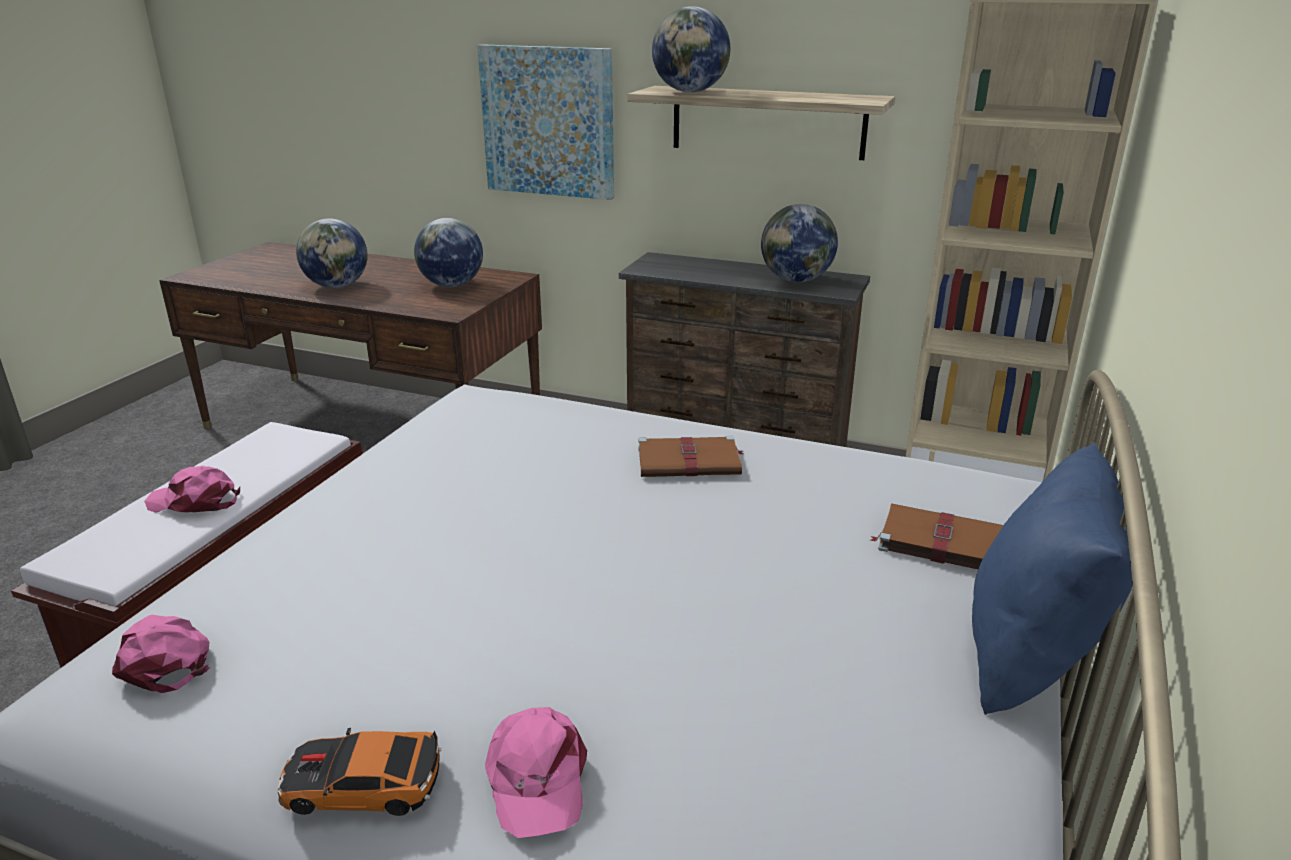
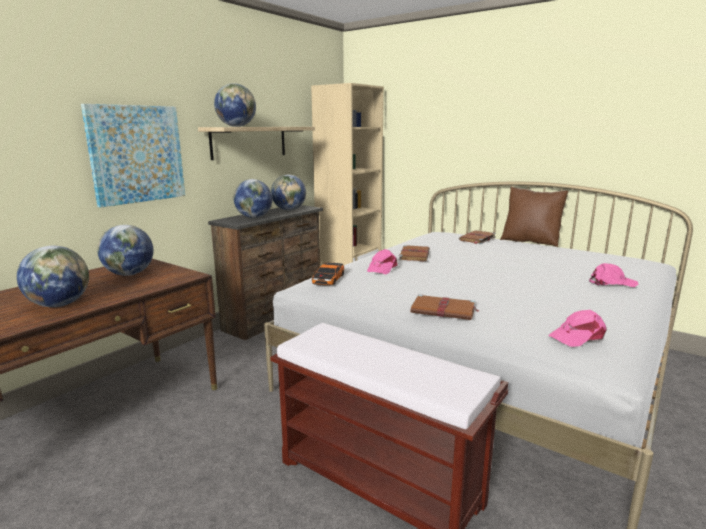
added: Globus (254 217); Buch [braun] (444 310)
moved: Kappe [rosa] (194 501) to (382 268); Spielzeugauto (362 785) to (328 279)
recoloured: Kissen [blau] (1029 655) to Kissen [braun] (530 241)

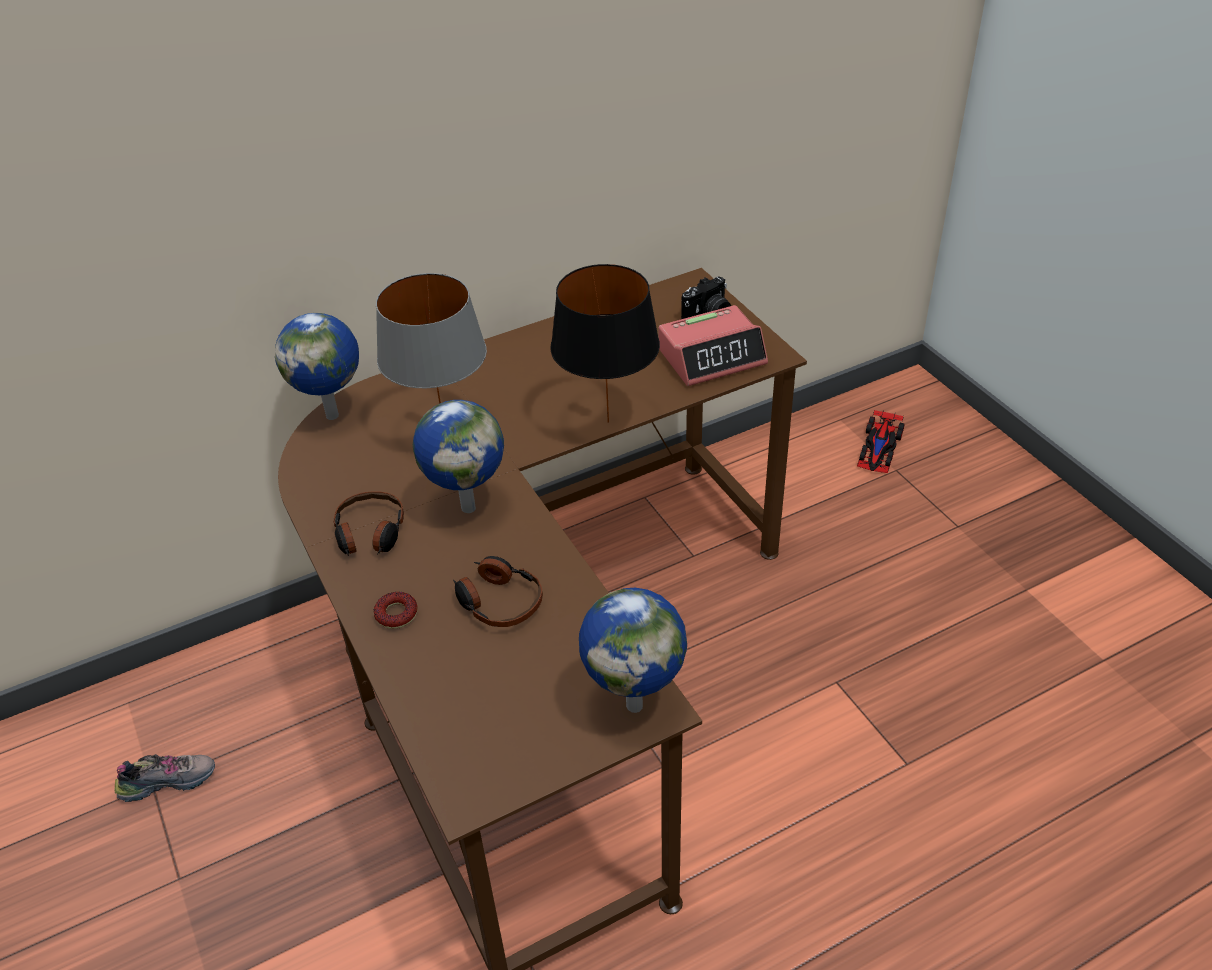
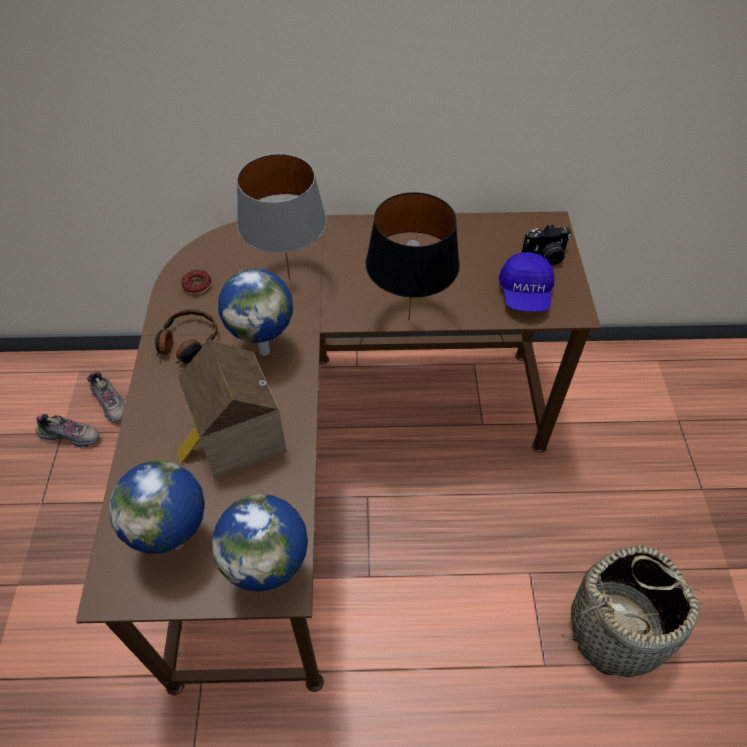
removed: Spielzeugauto (879 447)
added: Schuh (111 402); Korb (617 629)
moved: Globus (334 415) to (179 543); Donut (396 614) to (197 285)
replaced: Kopfhörer (498 601) to Spielzeughaus (235 438); Wecker (712 357) to Kappe [blau] (525 294)

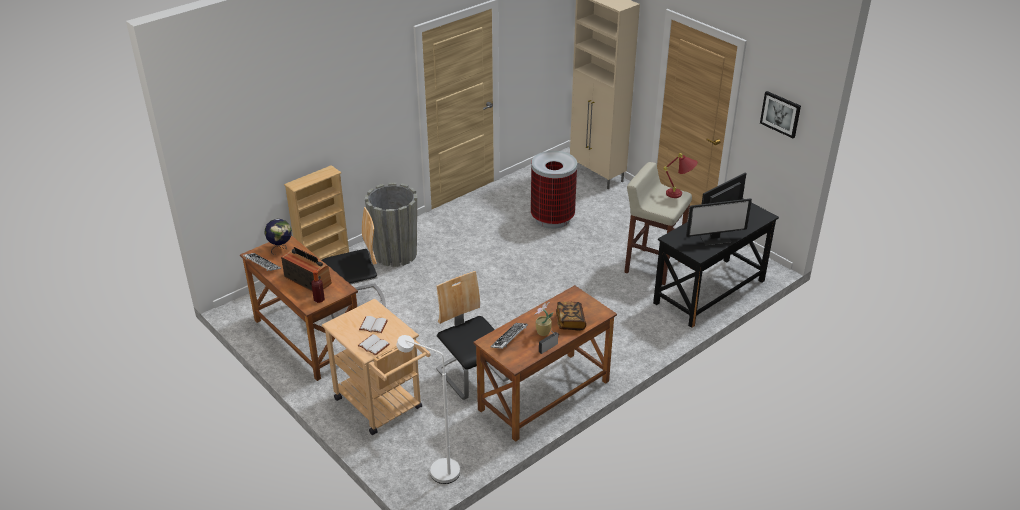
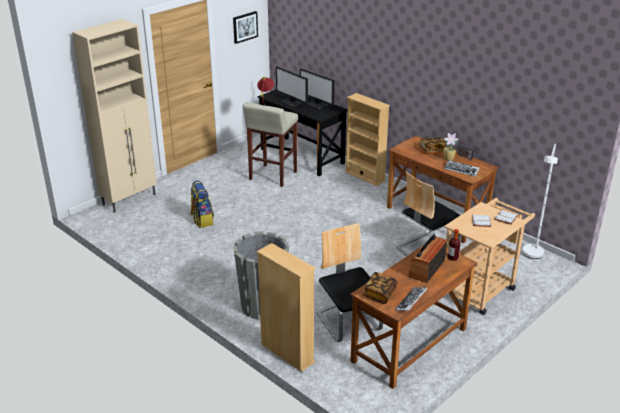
added: Bücherregal [beige] (365 176)
replaced: Globus (280 248) to Buch (379 294); Mülleimer (552 218) to Rucksack (202 220)
turned: Monitor (715 239) = (317 104) 150 degrees clockwise

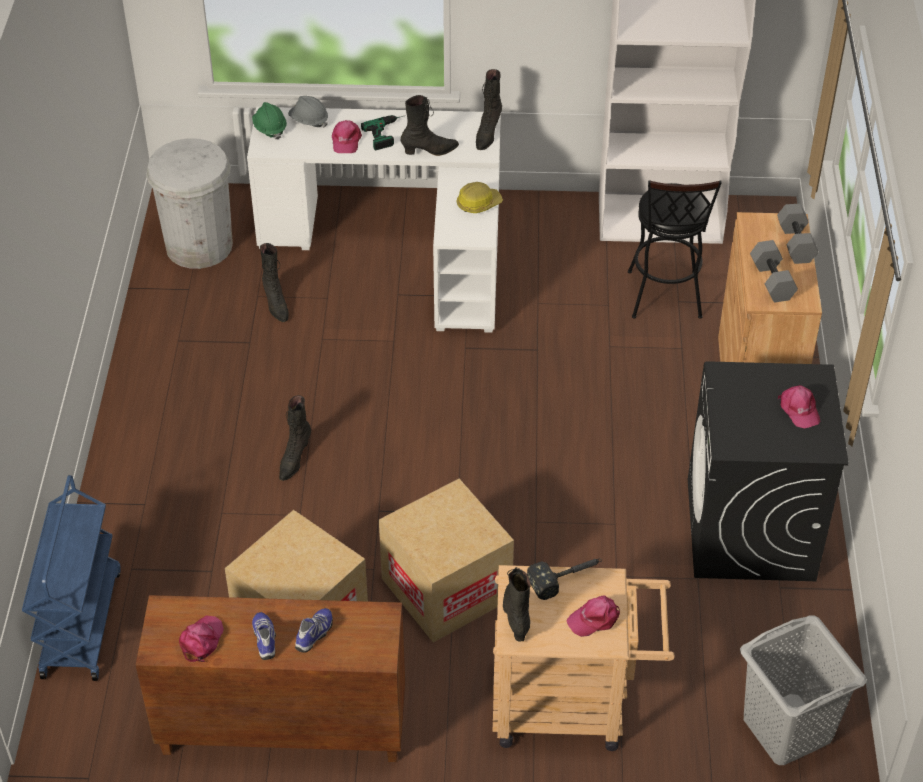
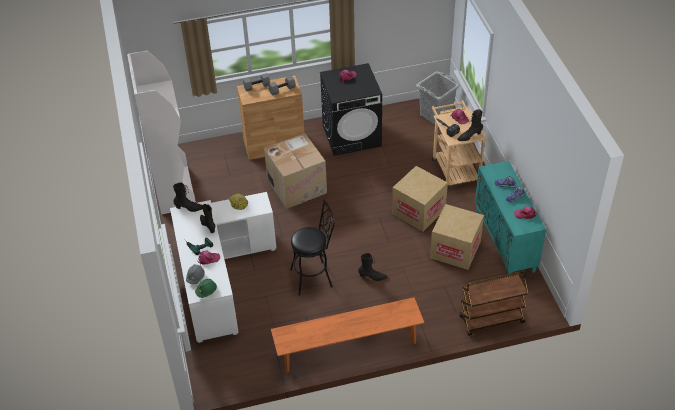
removed: Mülleimer [weiß] (199 246); Stiefel [schwarz] (276 305)
added: Karton (297 186); Bank [orange] (348 348)
moved: Hocker [schwarz] (664 300) to (315 277)
recoloured: Rollwagen [blau] (81 622) to Rollwagen [braun] (491 320); Schrank [braun] (281 729) to Schrank [türkis] (505 241)

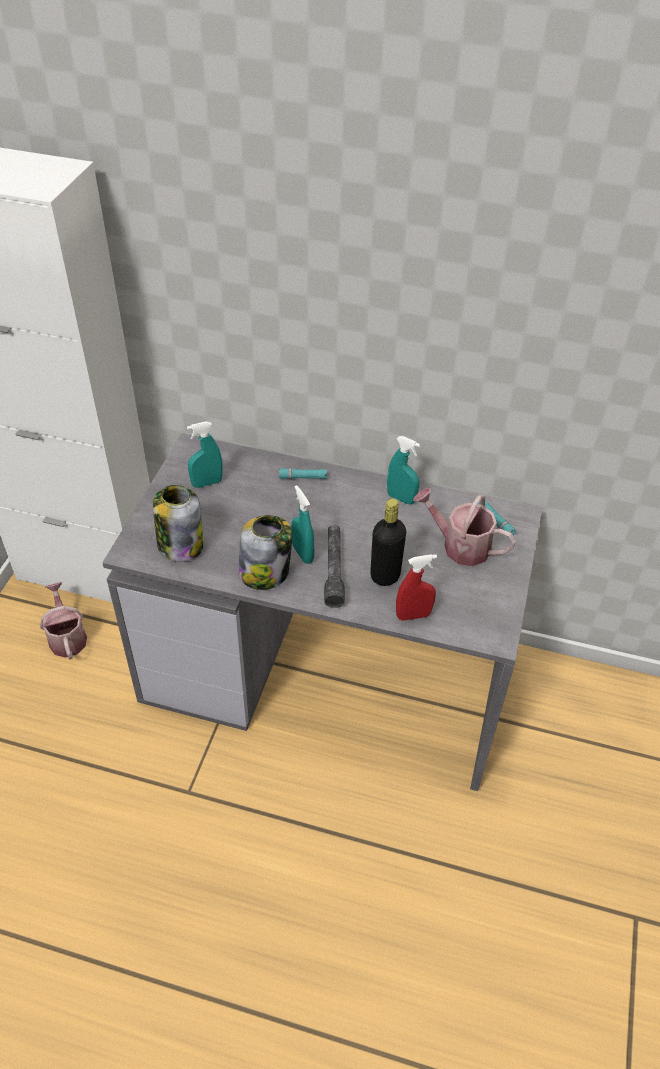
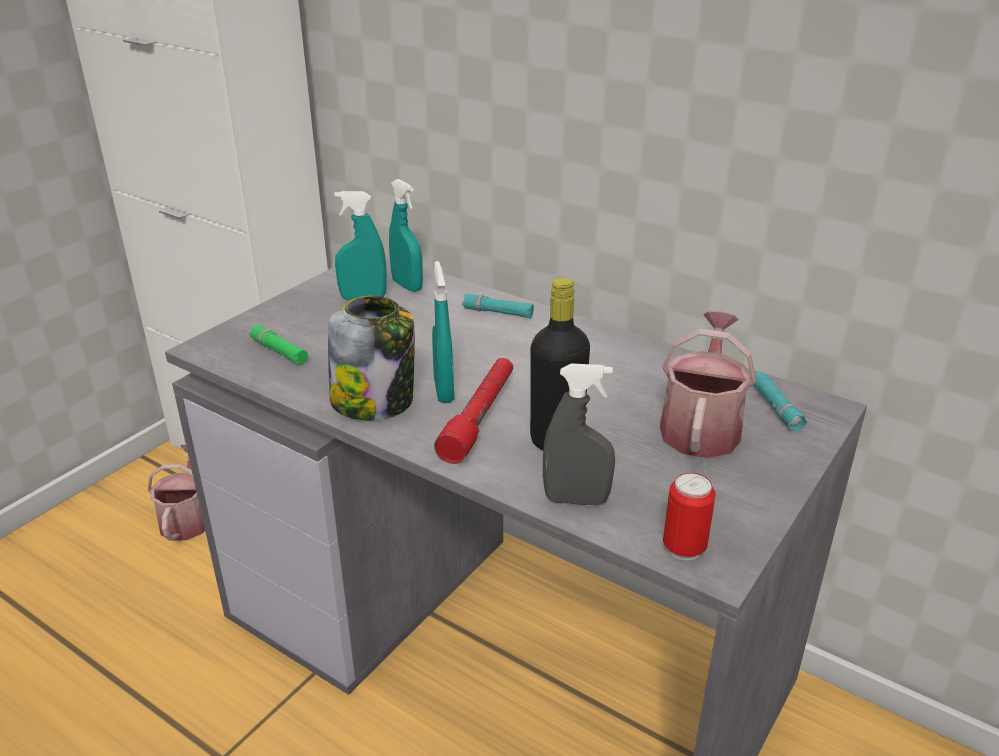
added: Dose (684 548)
moved: Sprühflasche [türkis] (401 498) to (407 286)
replaced: Vorratsglas (180 545) to Taschenlampe [grün] (279 351)
recoloured: Taschenlampe [grau] (334 569) to Taschenlampe [rot] (479 417); Sprühflasche [rot] (413 615) to Sprühflasche [grau] (576 500)
turned: Gießkanne (459 545) = (701 426) 60 degrees clockwise

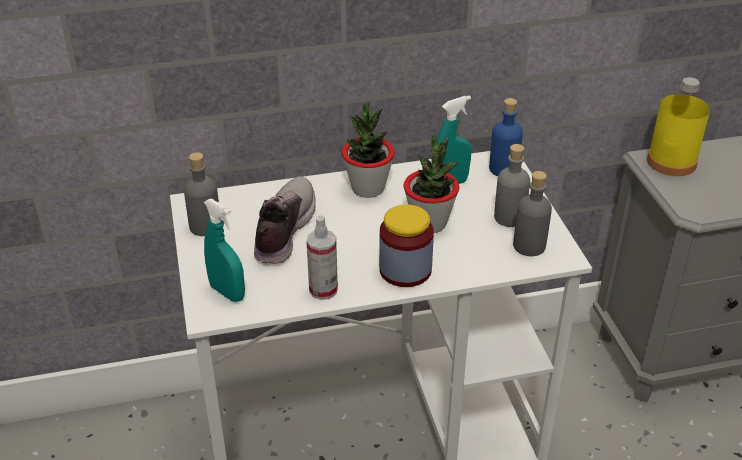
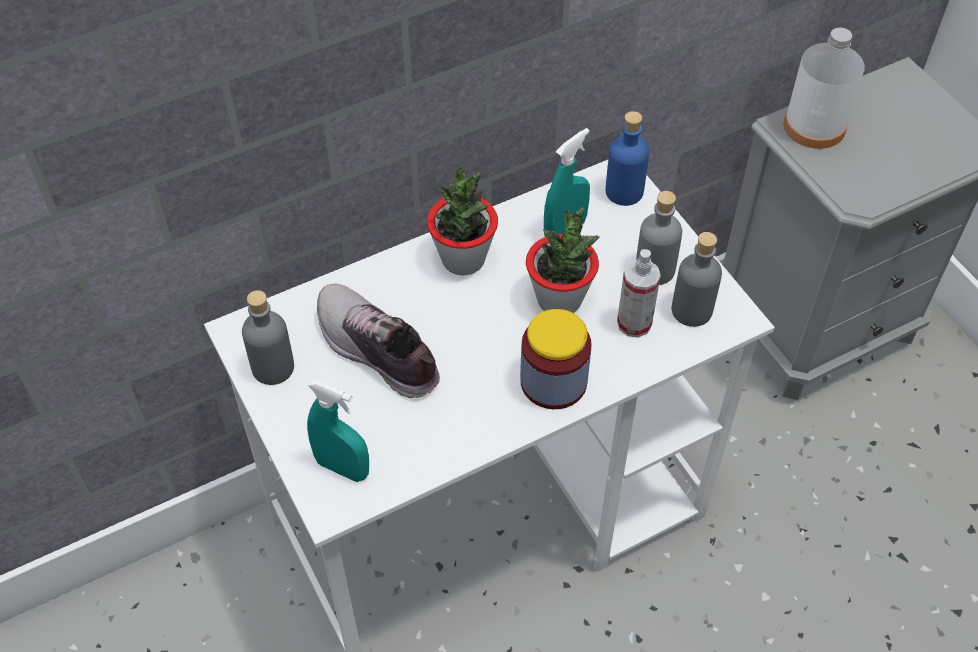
moved: Sprühflasche (323 290) to (634 323)
recoloured: Flasche [gelb] (671 162) to Flasche [weiß] (814 126)
turned: Schuh (282 230) = (377 352) 45 degrees counterclockwise

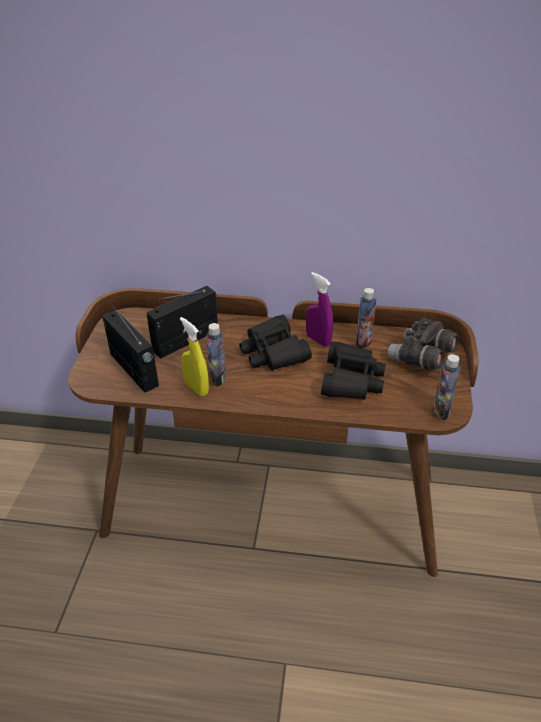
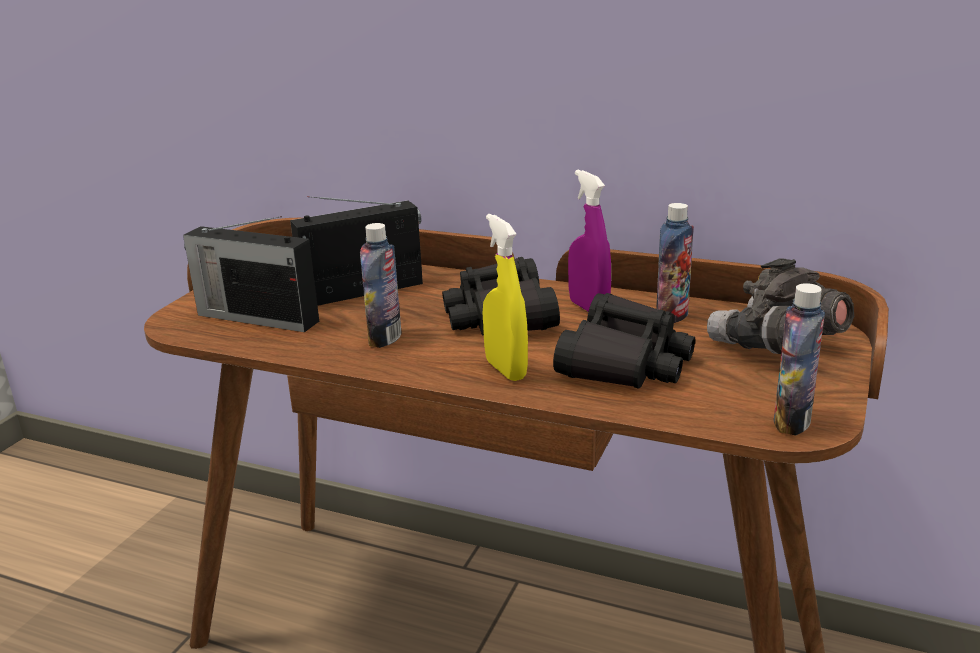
moved: Sprühflasche [gelb] (196 388) to (505 370)
turned: Radio (134 370) = (256 317) 135 degrees clockwise

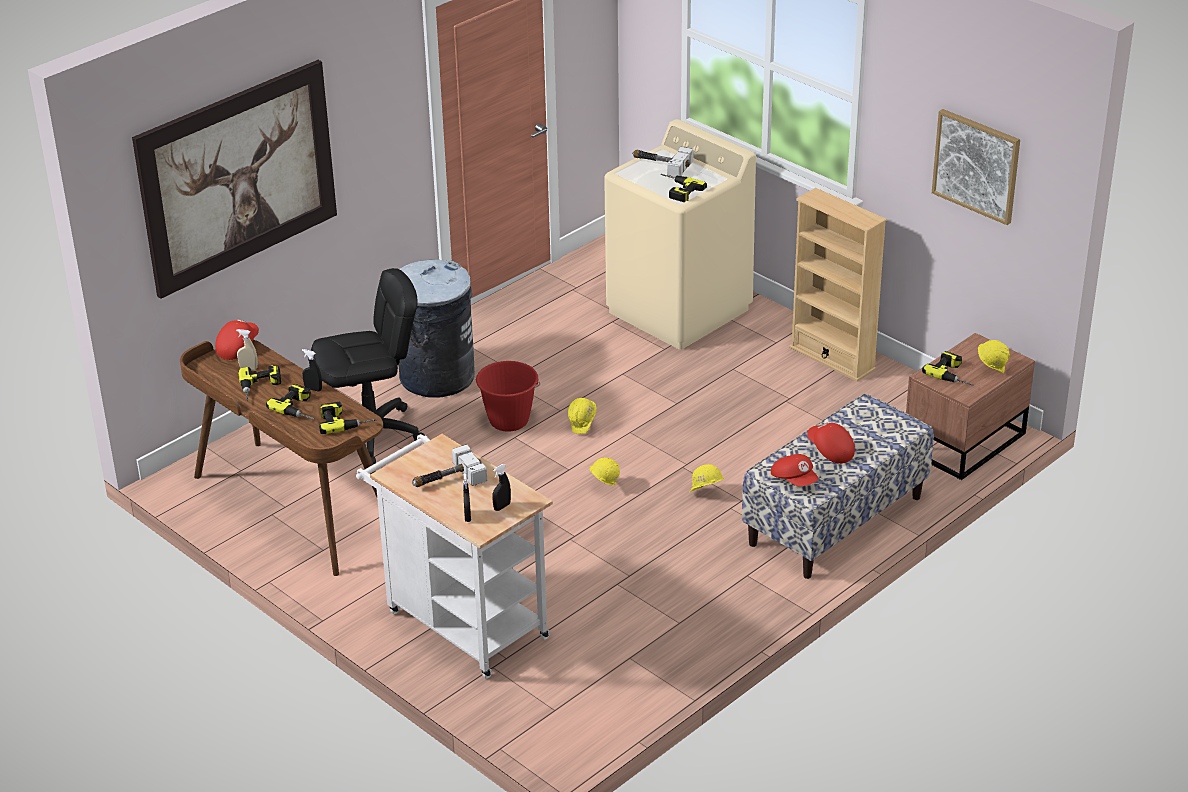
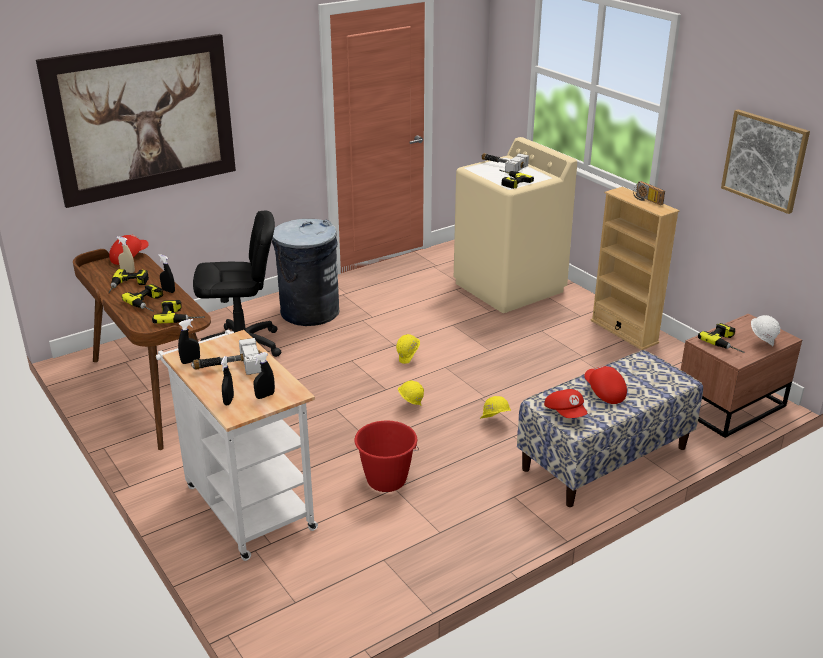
added: Sprühflasche [schwarz] (190 361); Radio (646 200)
moved: Eimer [rot] (509 421) to (386 480)
recoloured: Schutzhelm [gelb] (991 369) to Schutzhelm [weiß] (762 342)

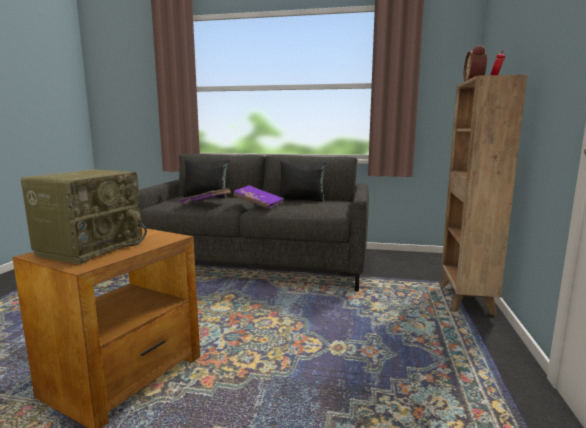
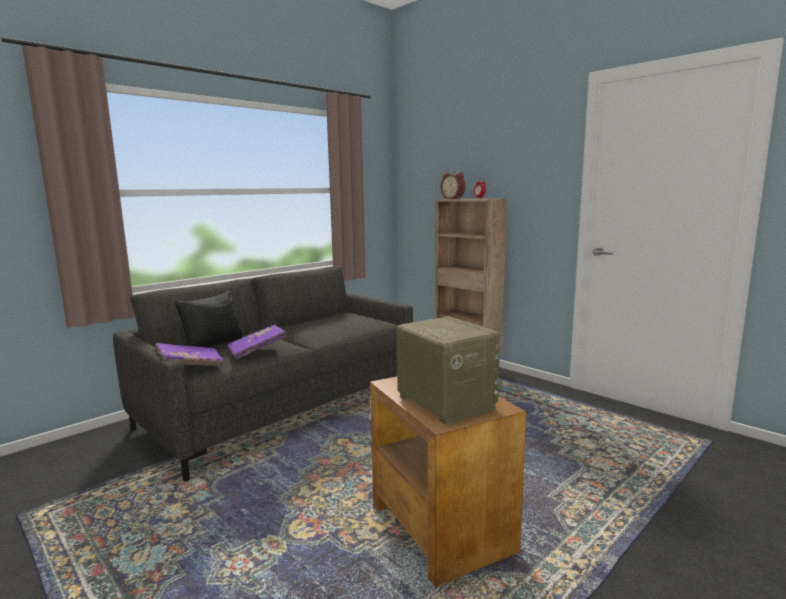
removed: Kissen [schwarz] (302 200)
moved: Buch [lila] (258 204) to (190 365)

